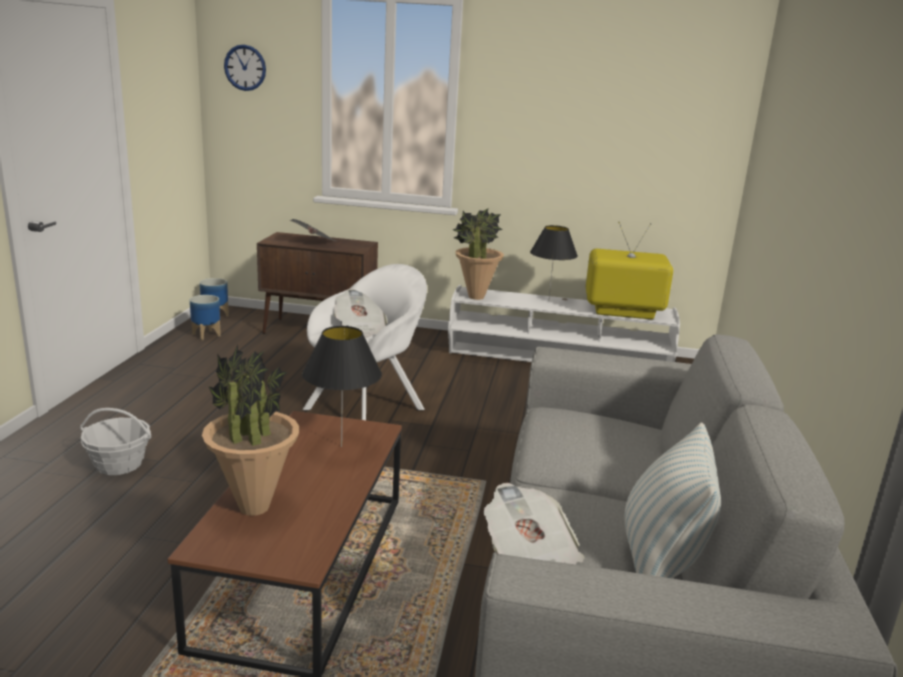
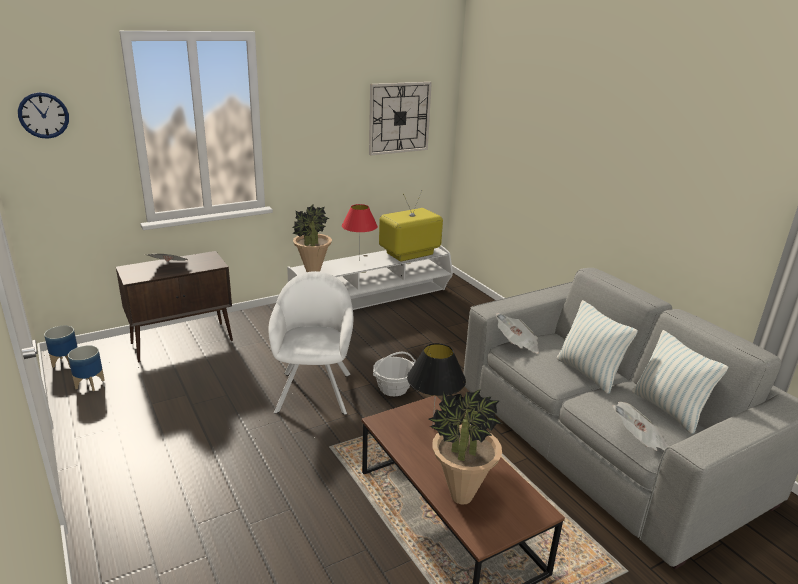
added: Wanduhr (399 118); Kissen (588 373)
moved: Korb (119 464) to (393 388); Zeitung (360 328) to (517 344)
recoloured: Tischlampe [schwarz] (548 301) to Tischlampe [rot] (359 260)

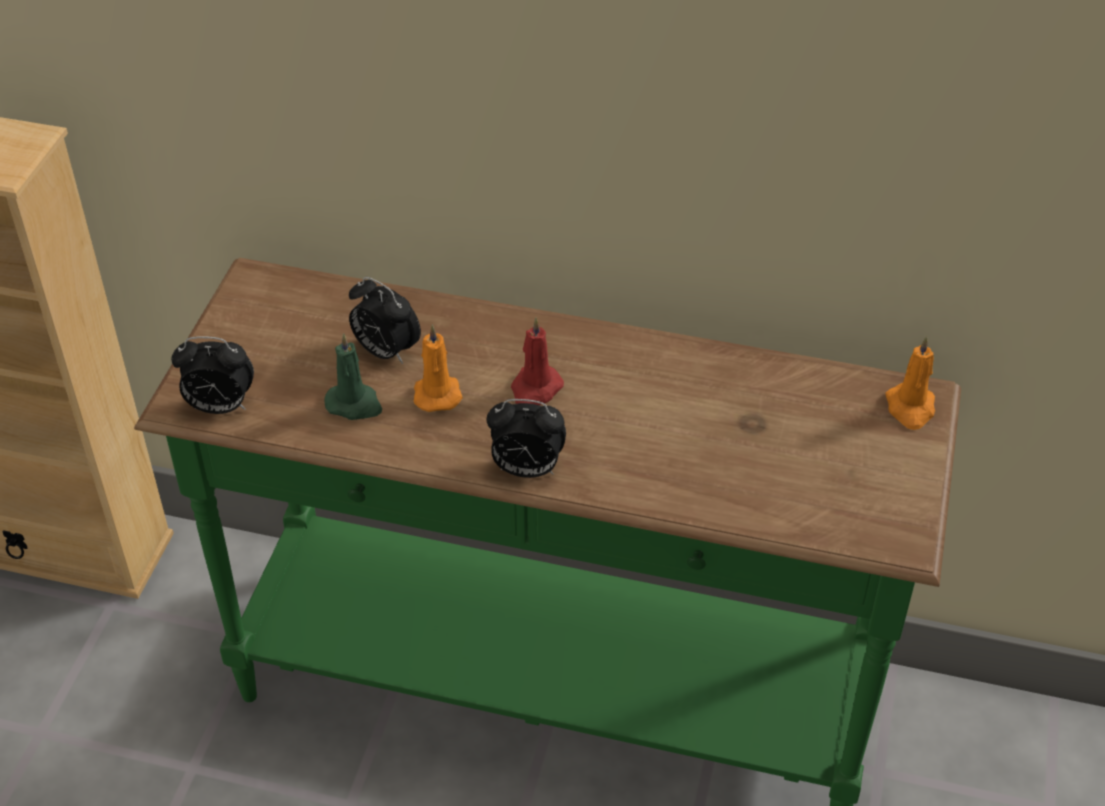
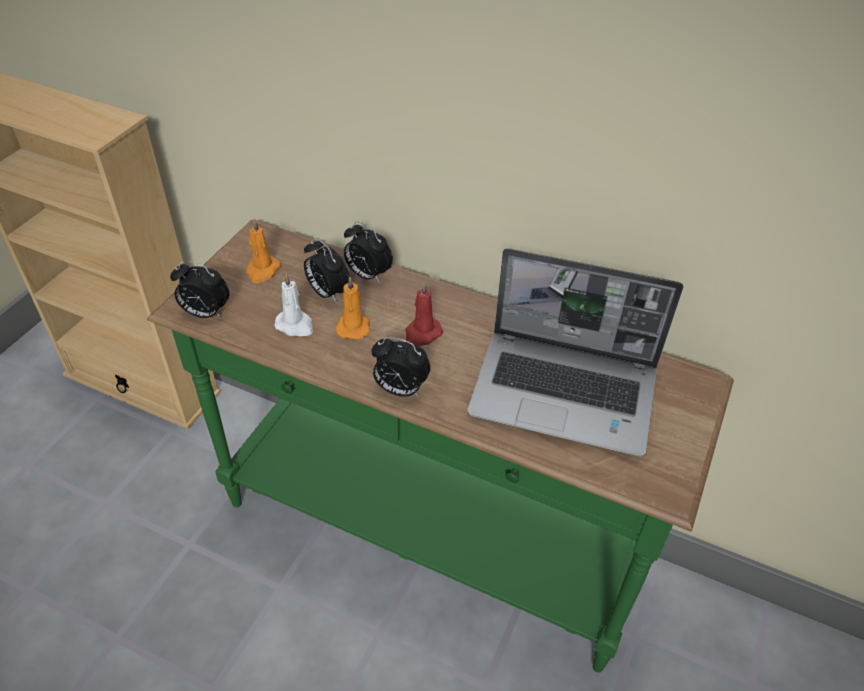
added: Wecker (367 275); Laptop (566 392)
moved: Kerze [orange] (910 408) to (262 271)
recoloured: Kerze [grün] (355 404) to Kerze [weiß] (295 325)

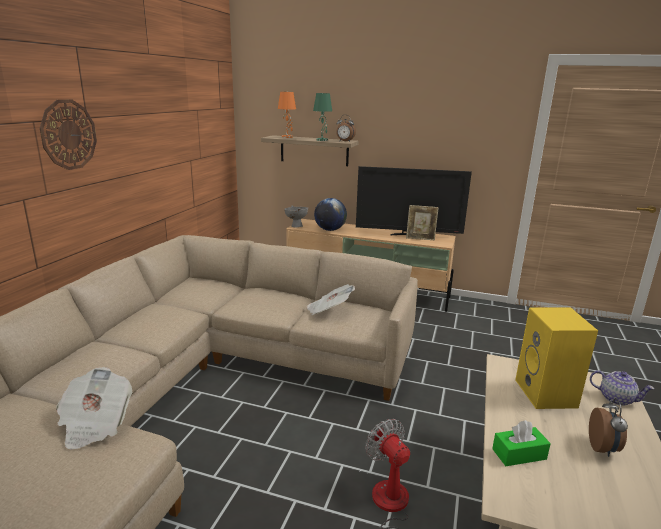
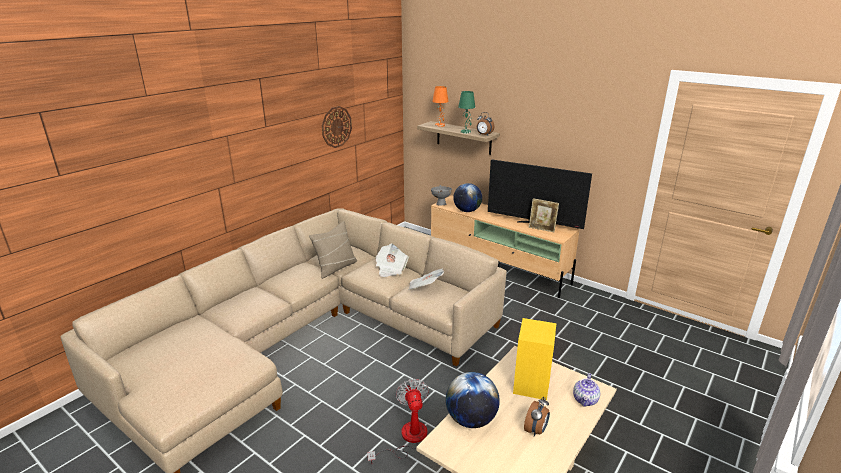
added: Kissen [beige] (336 268)
moved: Wanduhr (68 134) to (336 127); Zeitung (95 423) to (391 269)
replaced: Taschentuchbox [grün] (519 454) to Globus (471 420)
turned: Teekanne (616 399) = (585 400) 60 degrees clockwise

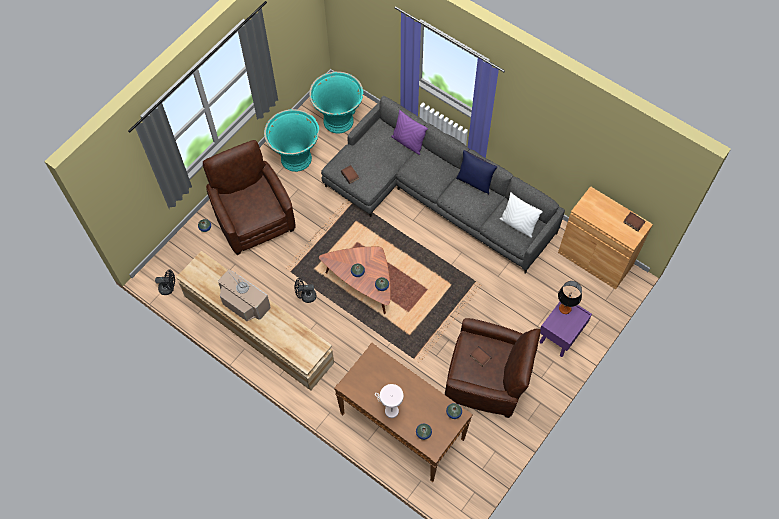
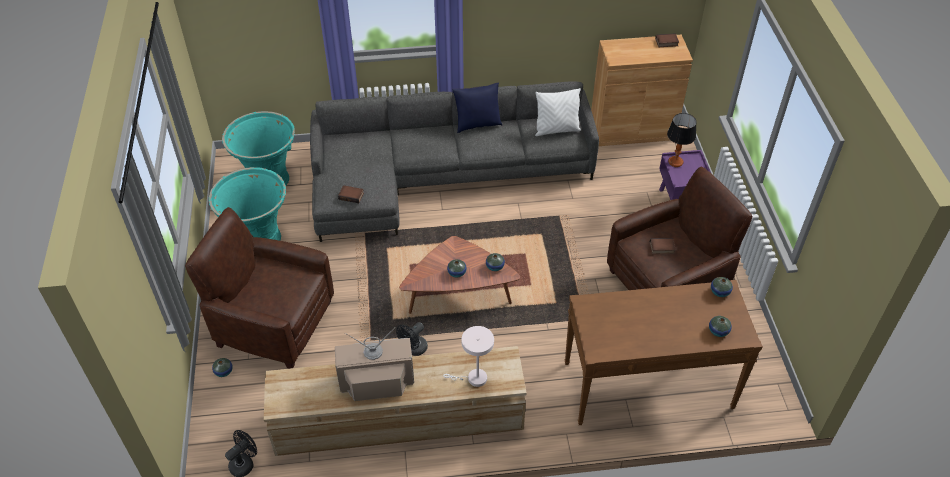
removed: Kissen [lila] (408 143)
moved: Tischlampe [weiß] (389 409) to (473 378)

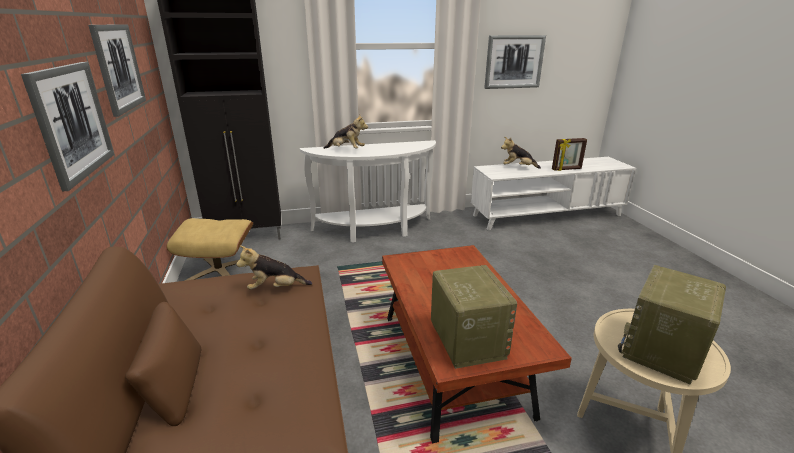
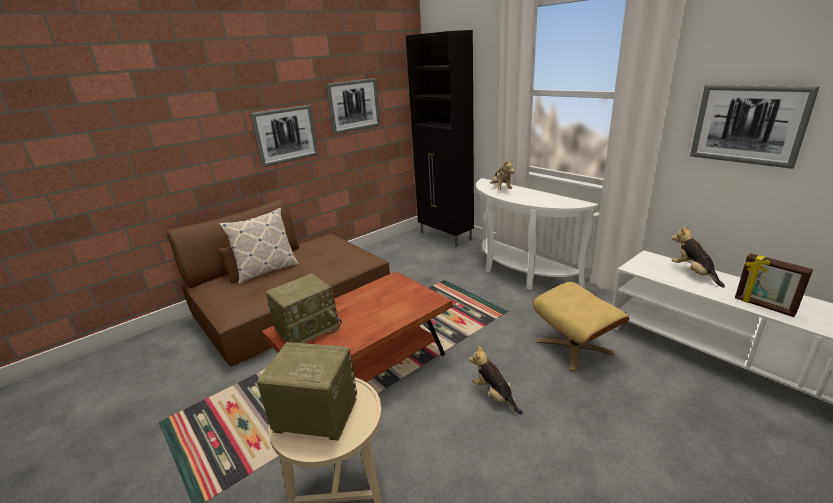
added: Kissen (266 271)
moved: Polsterhocker [beige] (219 270) to (575 347); Plüschtier (275 288) to (494 395)

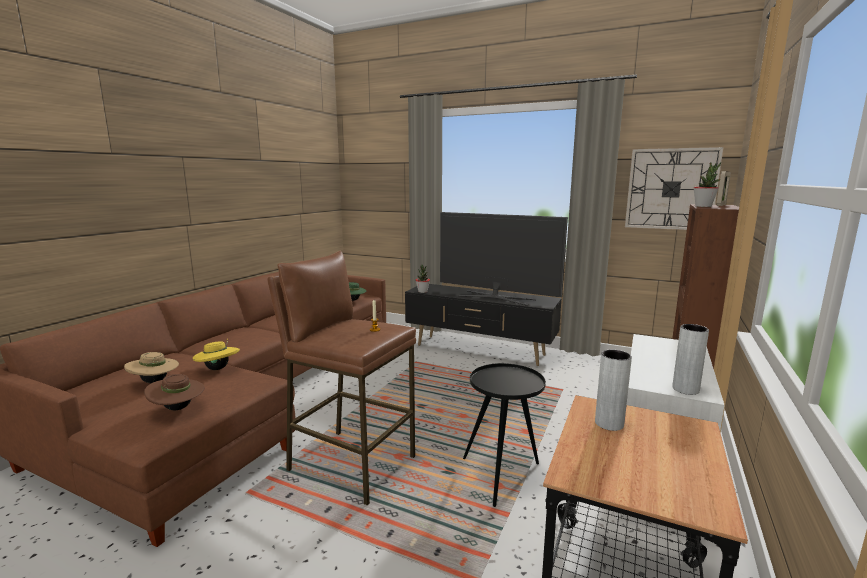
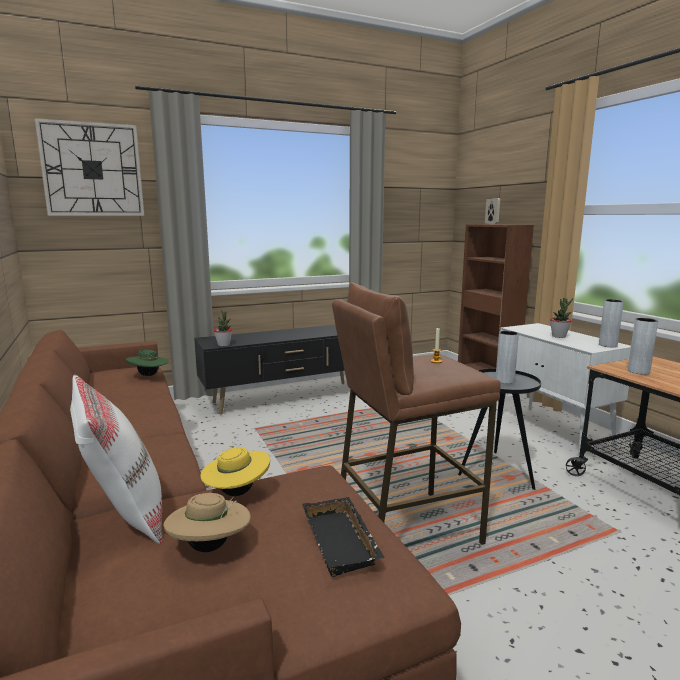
removed: Fernseher (496 297)
added: Kissen [weiß] (123 513); Vase [grau] (504 381)
moved: Wanduhr (671 189) to (92 170); Topfpflanze (703 206) to (559 336)
replaced: Hut [braun] (178 408) to Tablett [schwarz] (343 541)

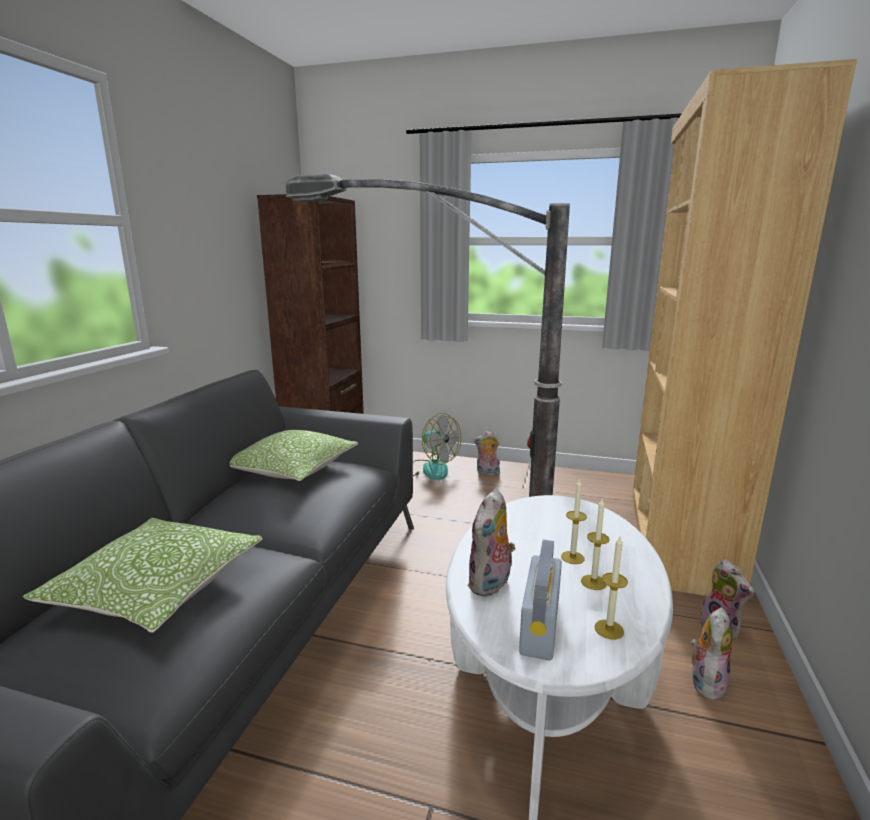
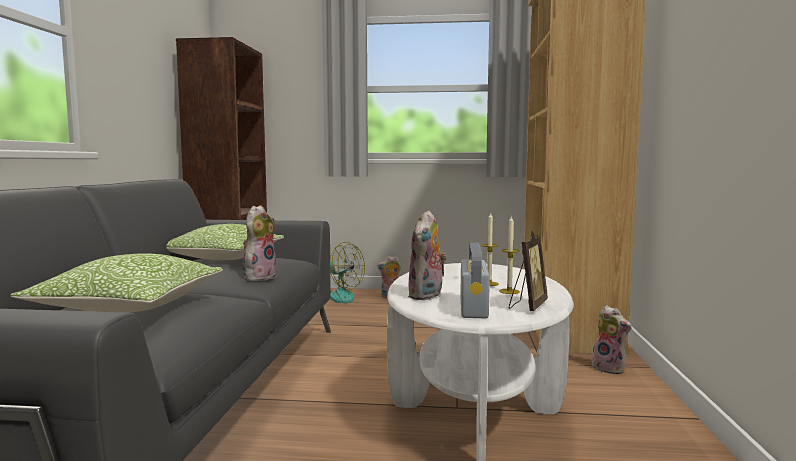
removed: Stehlampe (426 510)
moved: Plüschtier (706 681) to (259 277)
replaced: Kerze (609 629) to Bilderrahmen (527 306)

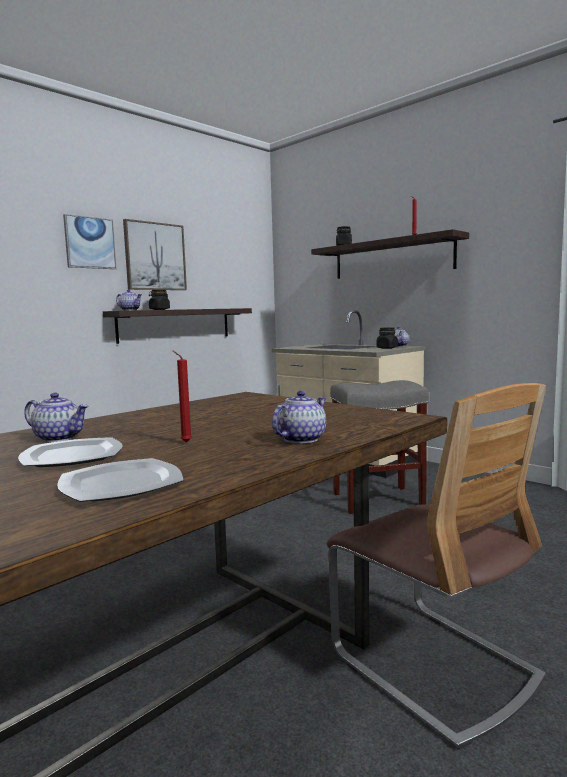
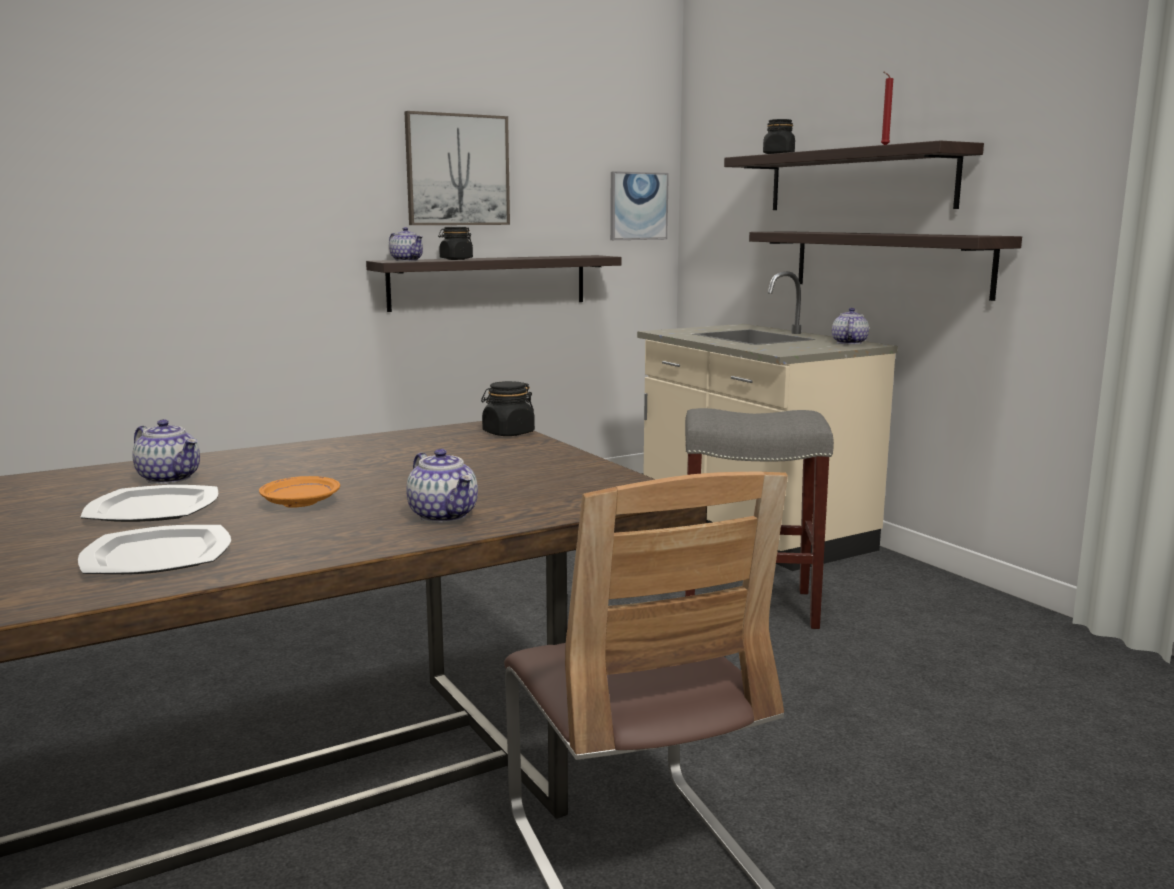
added: Wandregal (888 262)
moved: Bild (90 243) to (638 206); Vorratsglas [schwarz] (387 348) to (508 433)
replaced: Kerze [rot] (184 442) to Teller [orange] (300 503)
turned: Teekanne (301 439) = (444 515) 90 degrees clockwise

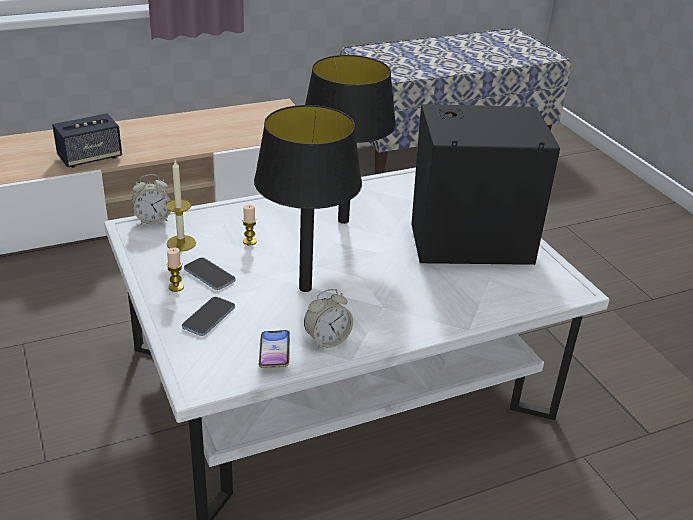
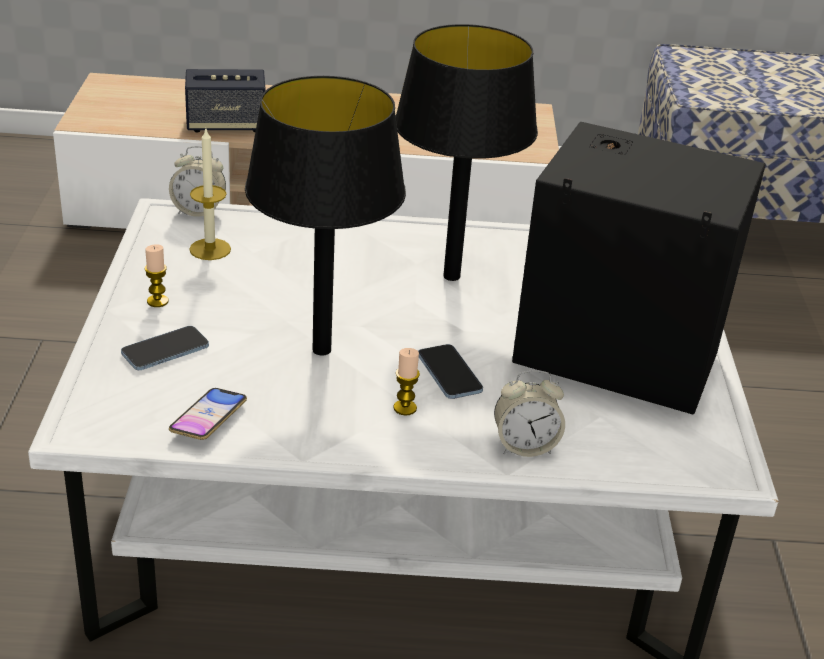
moved: Handy (209 275) to (449 374); Kerze (249 241) to (405 408); Wecker (327 340) to (525 446)

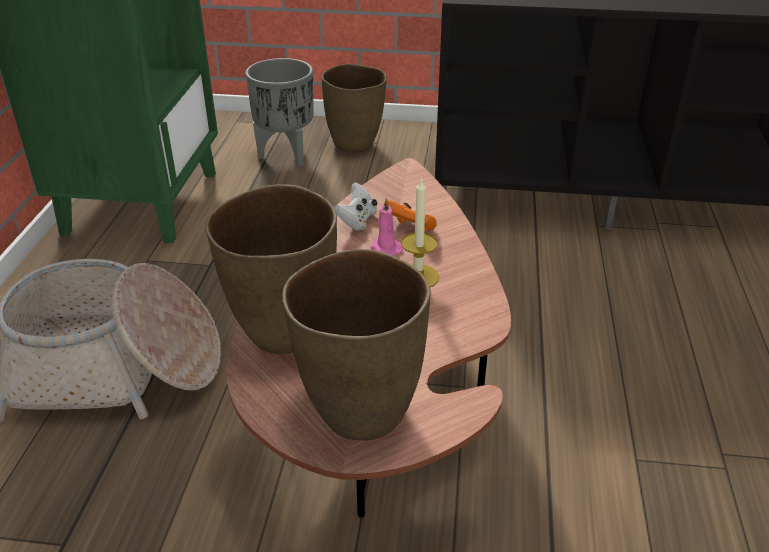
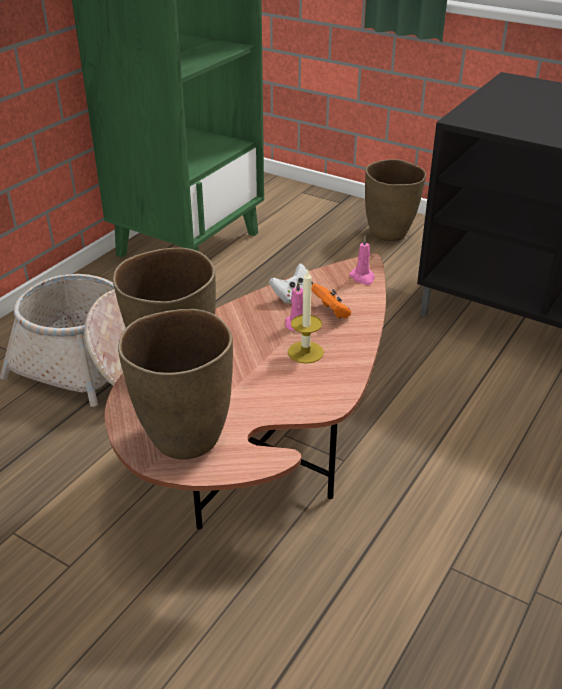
removed: Pflanzkübel [grau] (286 155)
added: Kerze [rosa] (362 278)

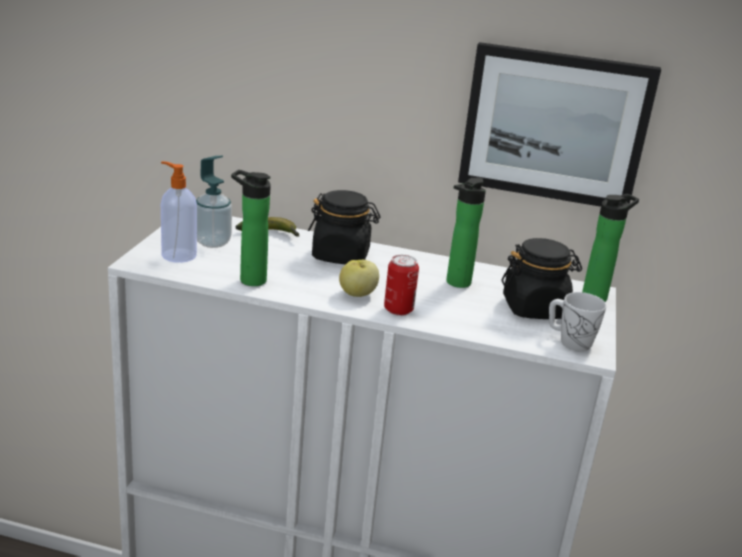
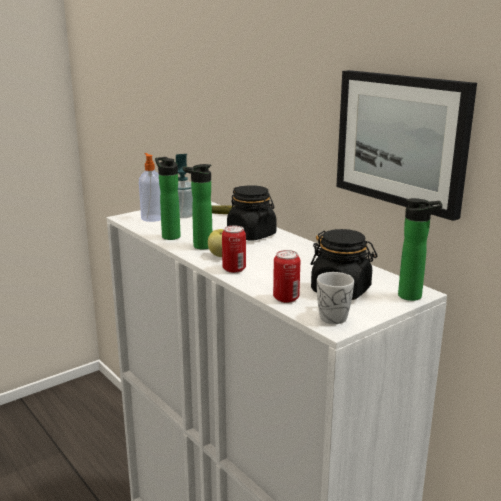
added: Dose (286 298)
moved: Flasche (456 283) to (199 246)

